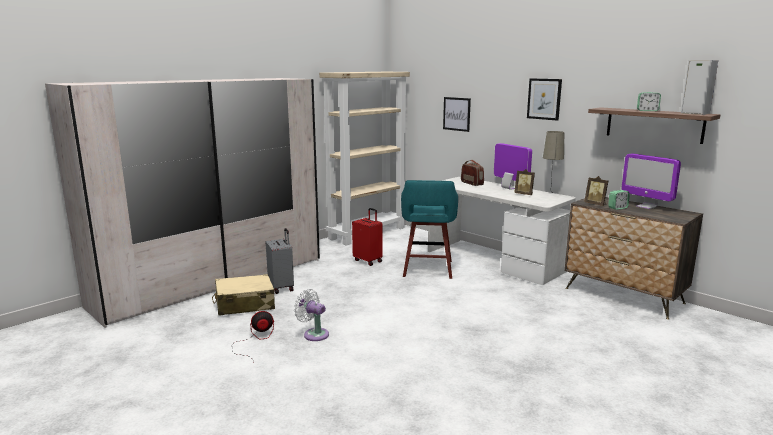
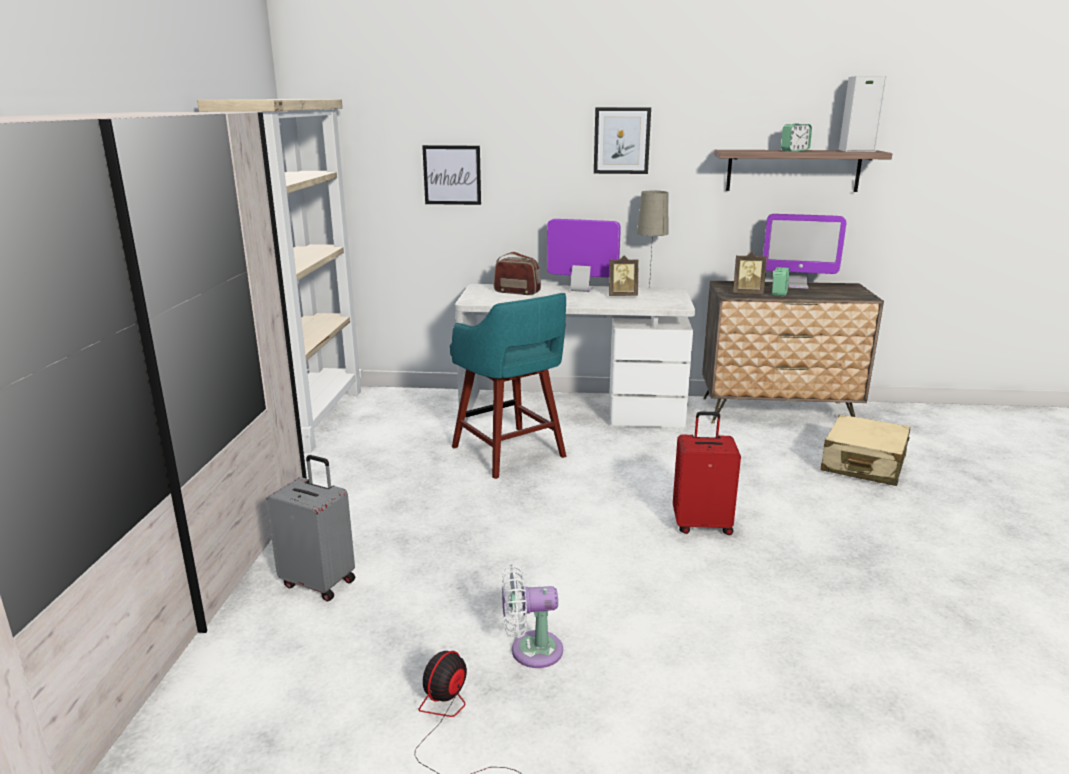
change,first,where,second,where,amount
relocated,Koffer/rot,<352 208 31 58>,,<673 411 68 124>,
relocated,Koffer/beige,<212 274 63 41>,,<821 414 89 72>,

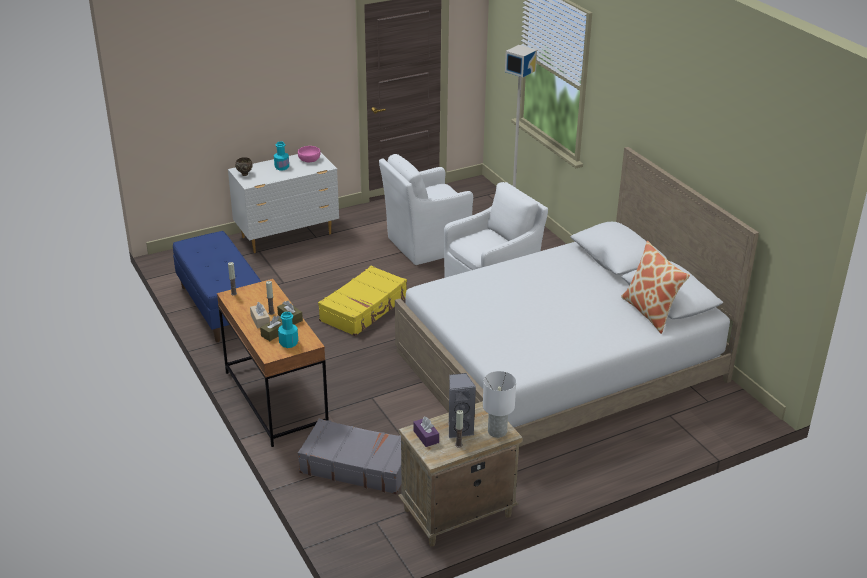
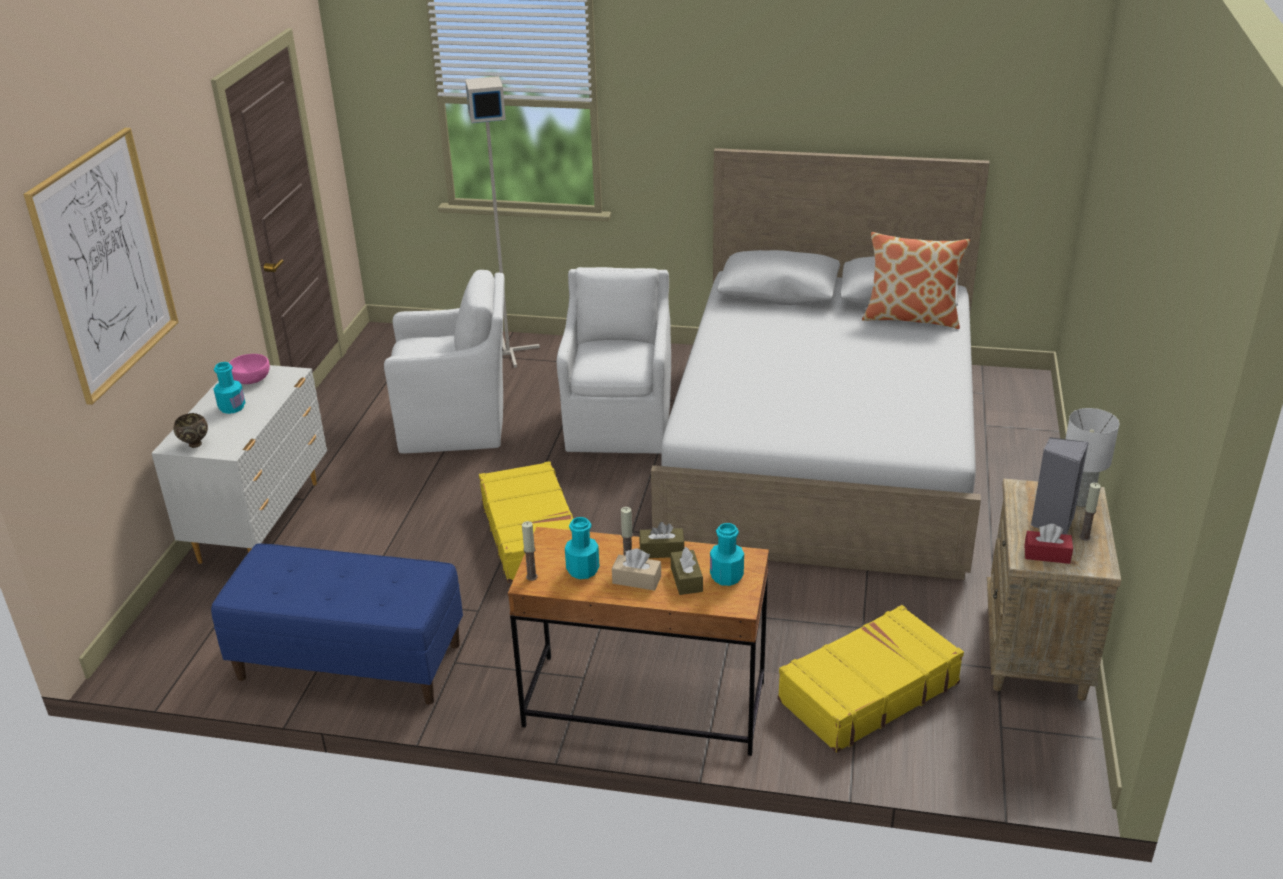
change,first,where,second,where,amount
appeared,,,Bild,<23 128 156 277>,
spun,Sessel/weiß,<379 154 94 111>,,<384 270 121 184>,105 degrees counterclockwise
appeared,,,Flasche/türkis,<565 517 34 62>,
colour,Koffer/grau,<298 419 103 75>,Koffer/gelb,<778 605 186 148>,
colour,Taschentuchbox/lila,<413 416 26 31>,Taschentuchbox/rot,<1024 524 49 40>,

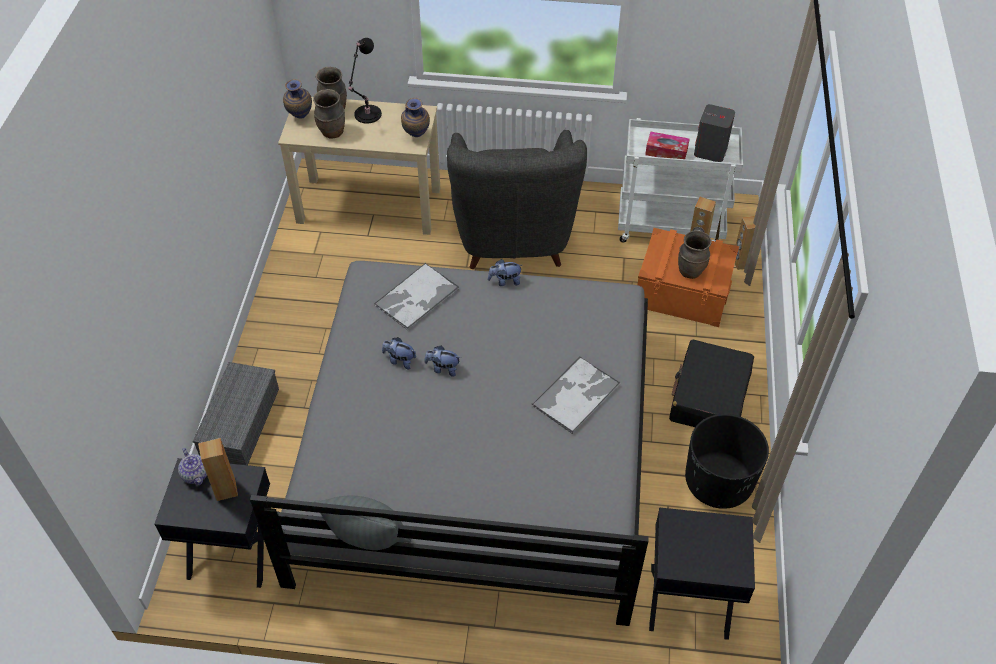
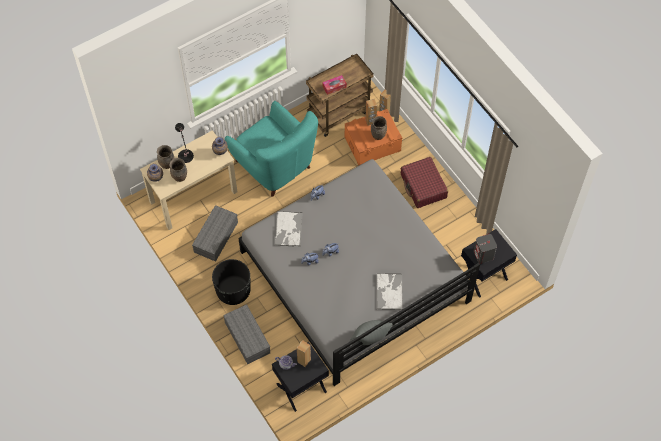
change,first,where,second,where,amount
appeared,,,Aufbewahrungsbox/grau,<192 205 46 57>,
relocated,Pflanzkübel/schwarz,<685 414 84 95>,,<212 259 39 46>,
colour,Sessel/grau,<447 130 140 139>,Sessel/türkis,<225 101 93 96>,
colour,Rollwagen/weiß,<618 118 125 125>,Rollwagen/braun,<306 54 68 83>,
relocated,Tablett,<531 356 89 78>,,<376 273 27 37>,
colour,Koffer/schwarz,<669 340 85 87>,Koffer/rot,<401 157 47 51>,
relocated,Lautsprecher/grau,<694 104 41 58>,,<473 234 24 30>,

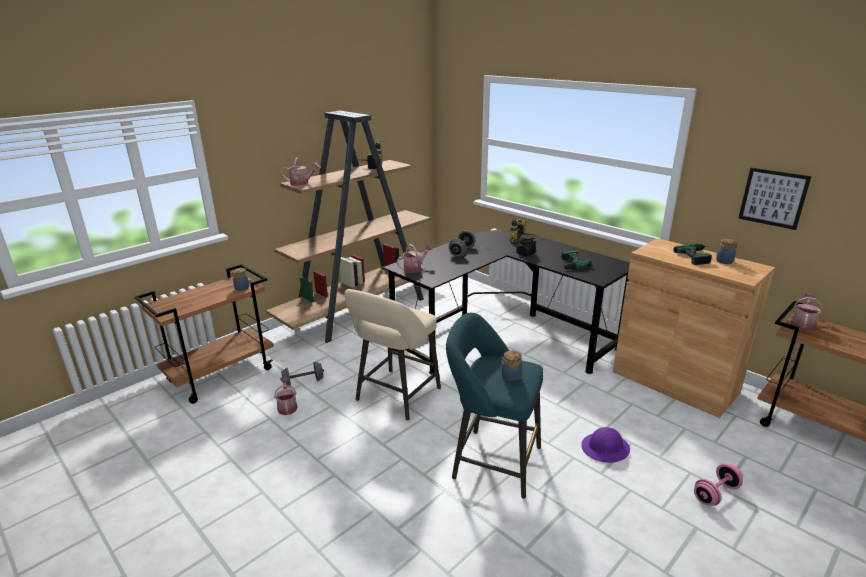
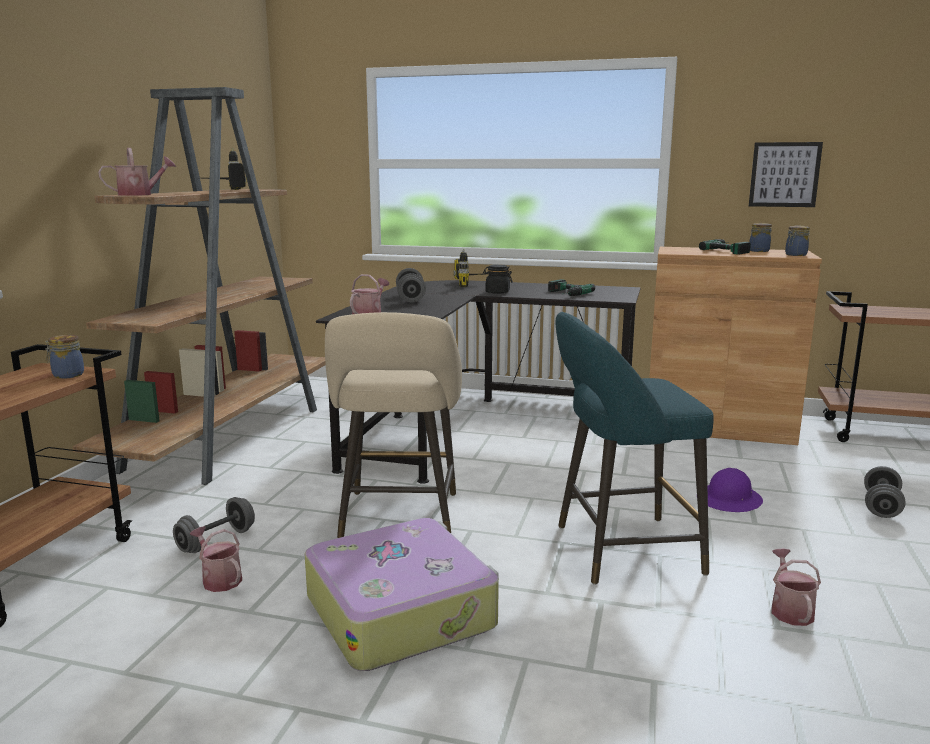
change,first,where,second,where,amount
appeared,,,Koffer,<304 518 195 153>,
relocated,Gießkanne,<790 294 32 37>,,<771 549 50 77>,
relocated,Vorratsglas,<500 351 22 31>,,<785 226 25 30>,
colour,Hantel/rosa,<694 463 49 43>,Hantel/grau,<864 466 42 52>,

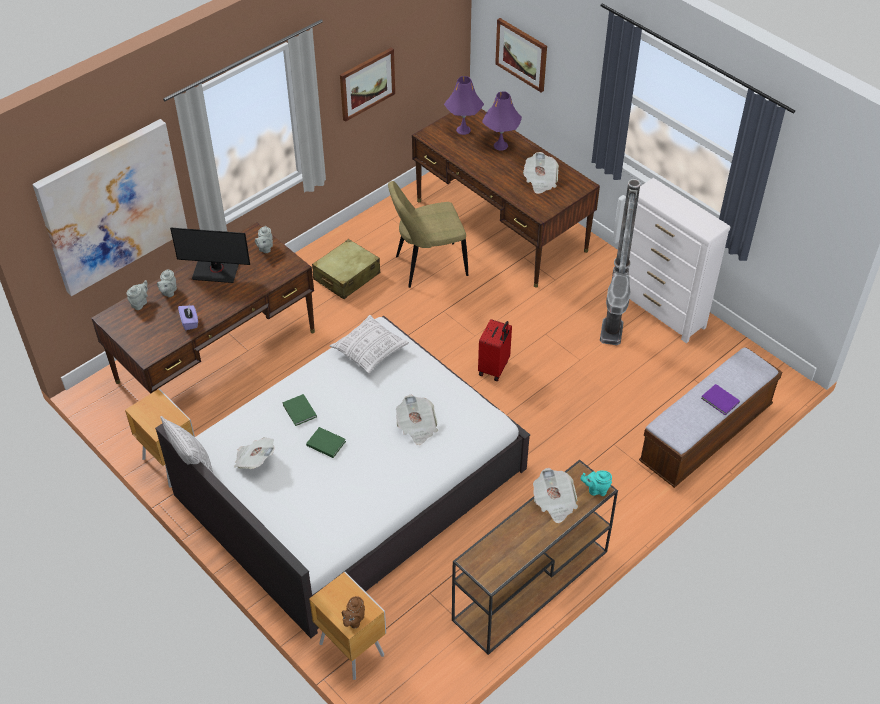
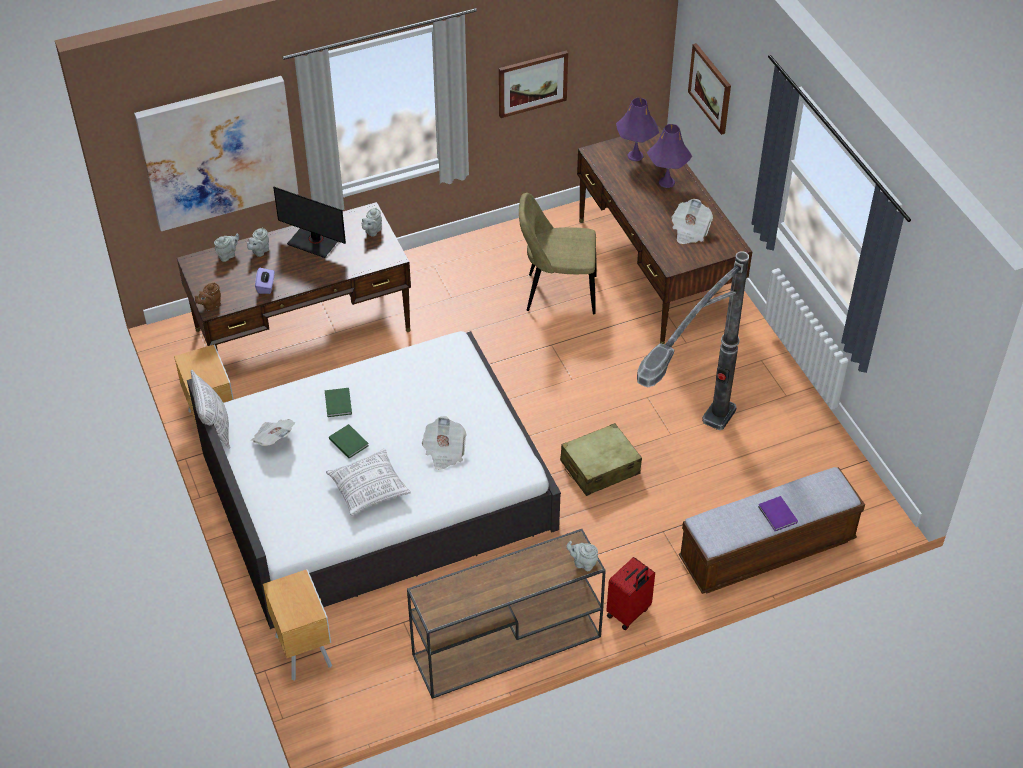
change,first,where,second,where,amount
relocated,Teekanne/braun,<342 596 23 33>,,<195 283 26 28>,
relocated,Kissen,<330 315 79 59>,,<326 448 85 68>,
relocated,Koffer/beige,<312 239 68 60>,,<560 423 82 73>,
colour,Teekanne/türkis,<581 471 31 25>,Teekanne/grau,<566 541 32 30>,
relocated,Koffer/rot,<478 319 34 62>,,<606 557 49 73>,
missing,Zeitung,<533 468 45 55>,,,
missing,Kommode/weiß,<628 178 103 165>,,,

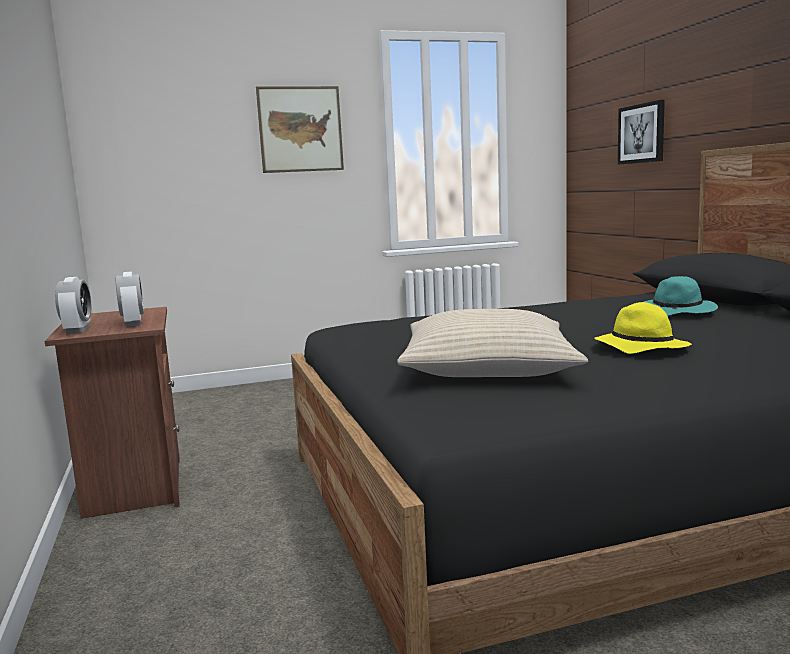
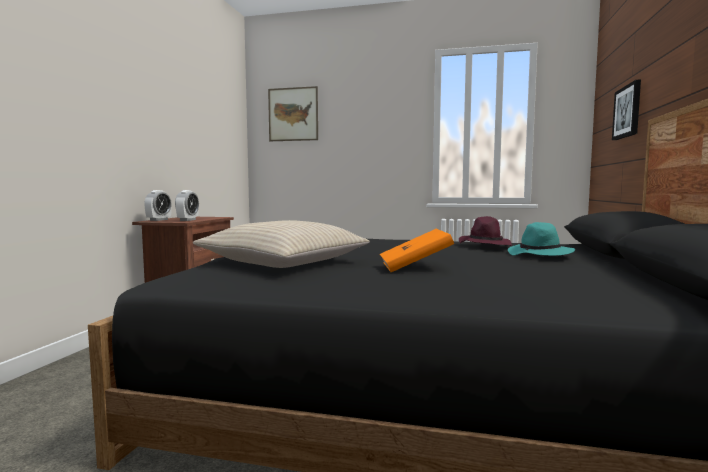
change,first,where,second,where,amount
relocated,Bild,<256 86 88 87>,,<268 86 50 55>,
exchanged,Hut/gelb,<595 302 97 52>,Buch/orange,<380 229 74 43>,
appeared,,,Hut/lila,<459 216 53 30>,

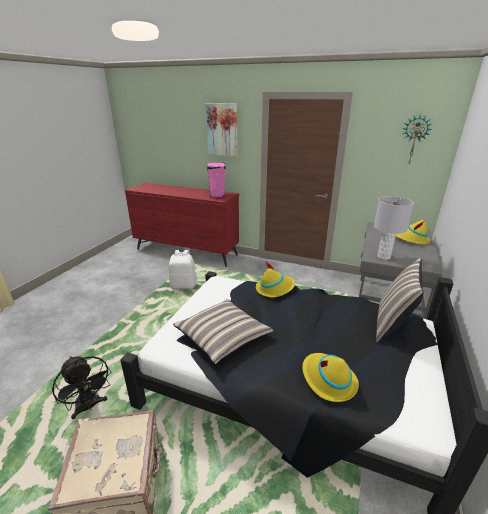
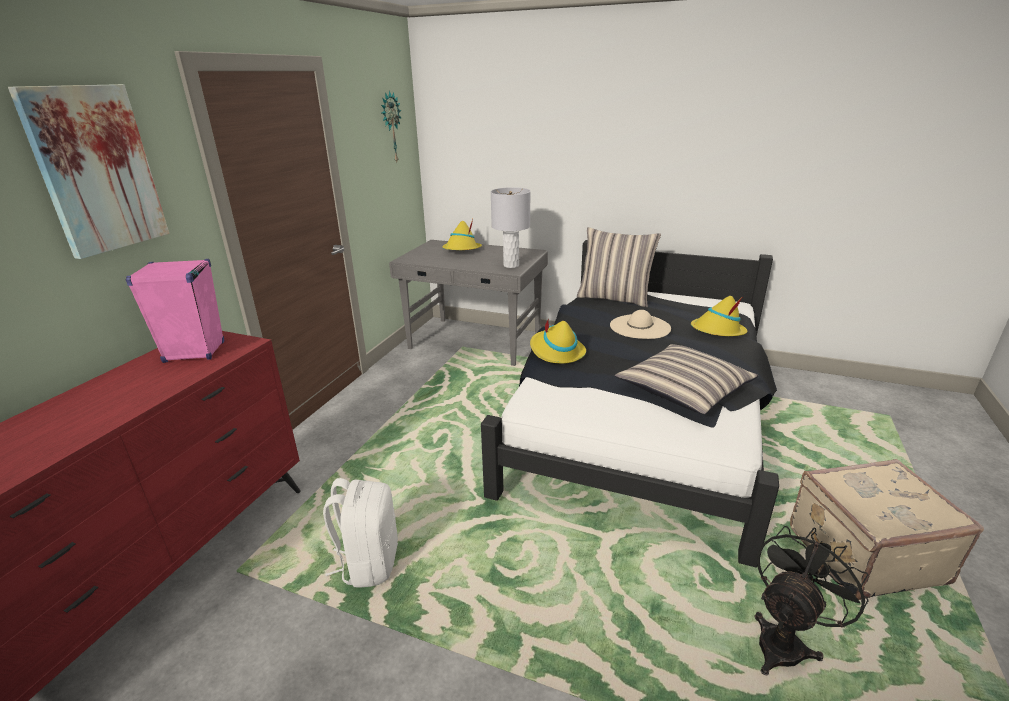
change,first,where,second,where,amount
appeared,,,Hut/beige,<610 310 61 29>,

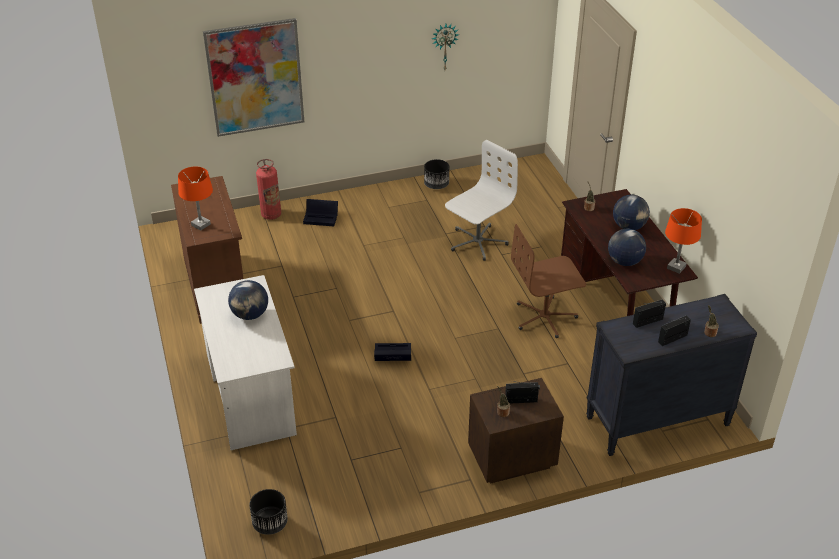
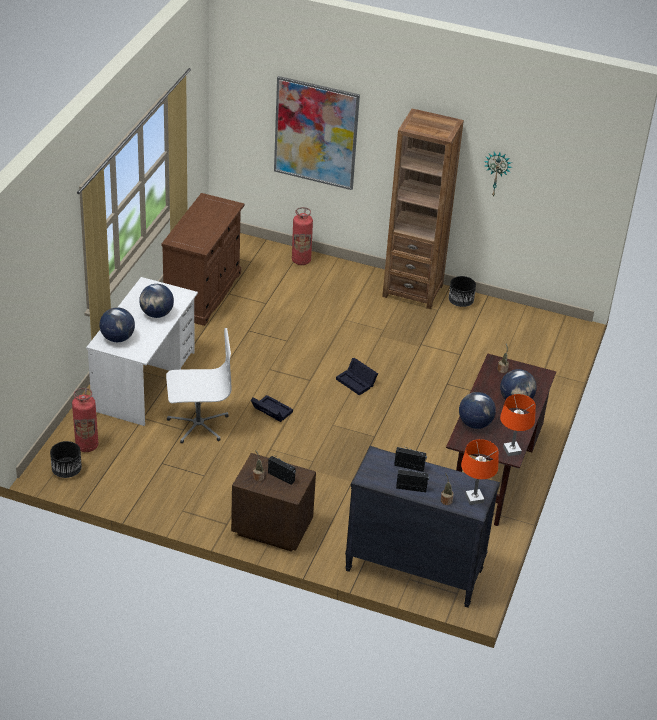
change,first,where,second,where,amount
appeared,,,Feuerlöscher,<72 388 26 64>,
appeared,,,Globus,<100 307 35 35>,
relocated,Bürostuhl/weiß,<445 140 73 121>,,<166 328 65 115>,
relocated,Aufbewahrungsbox/schwarz,<303 199 35 27>,,<336 358 42 38>,
appeared,,,Bücherregal/braun,<382 109 82 200>,
relocated,Tischlampe/orange,<178 167 35 64>,,<461 439 38 66>,
missing,Bürostuhl/braun,<511 224 75 114>,,,

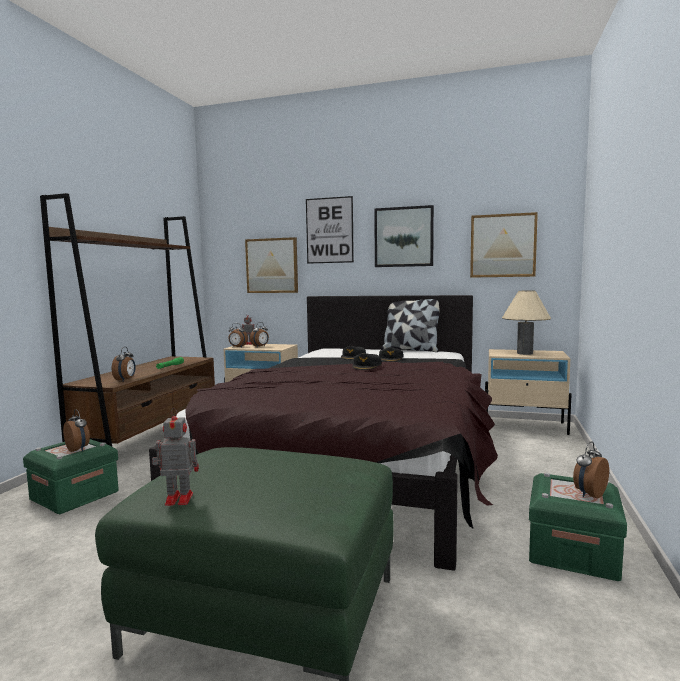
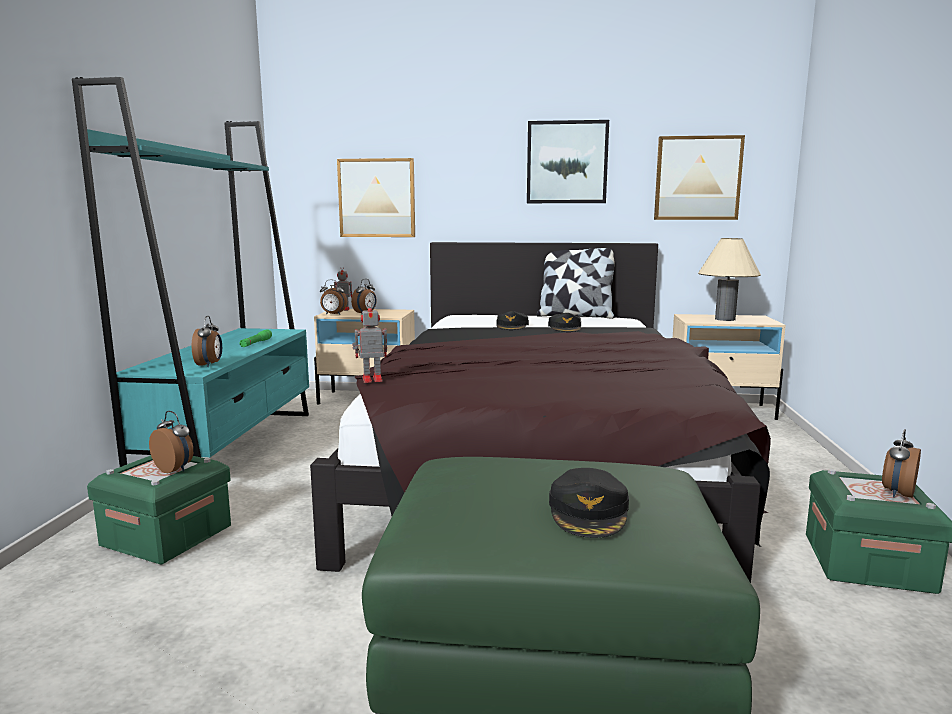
change,first,where,second,where,amount
colour,Bücherregal/braun,<40 193 175 253>,Bücherregal/türkis,<72 77 237 390>,
relocated,Spielzeugroboter,<152 408 47 98>,,<352 301 35 82>,
relocated,Kappe/schwarz,<352 353 30 17>,,<549 468 80 70>,
missing,Bild,<306 196 48 68>,,,

